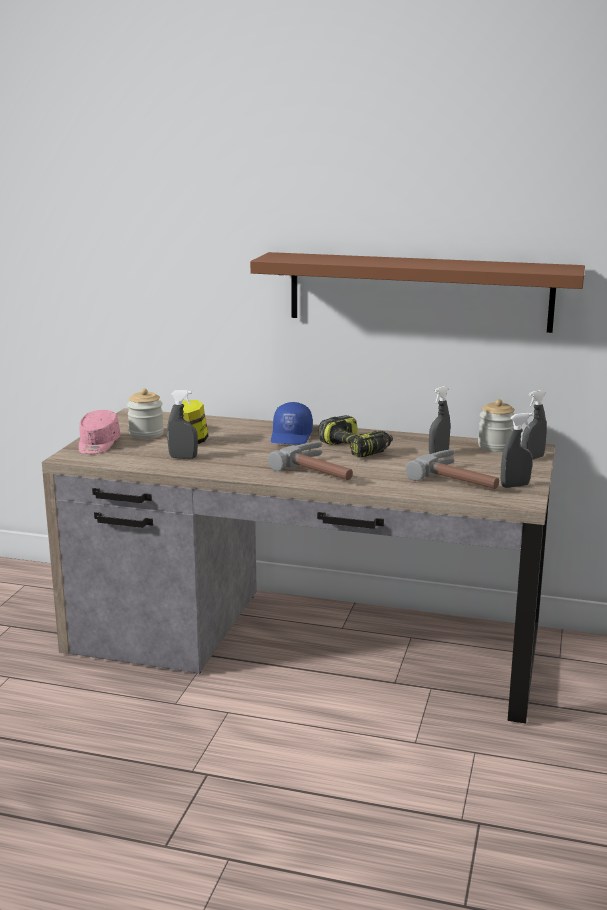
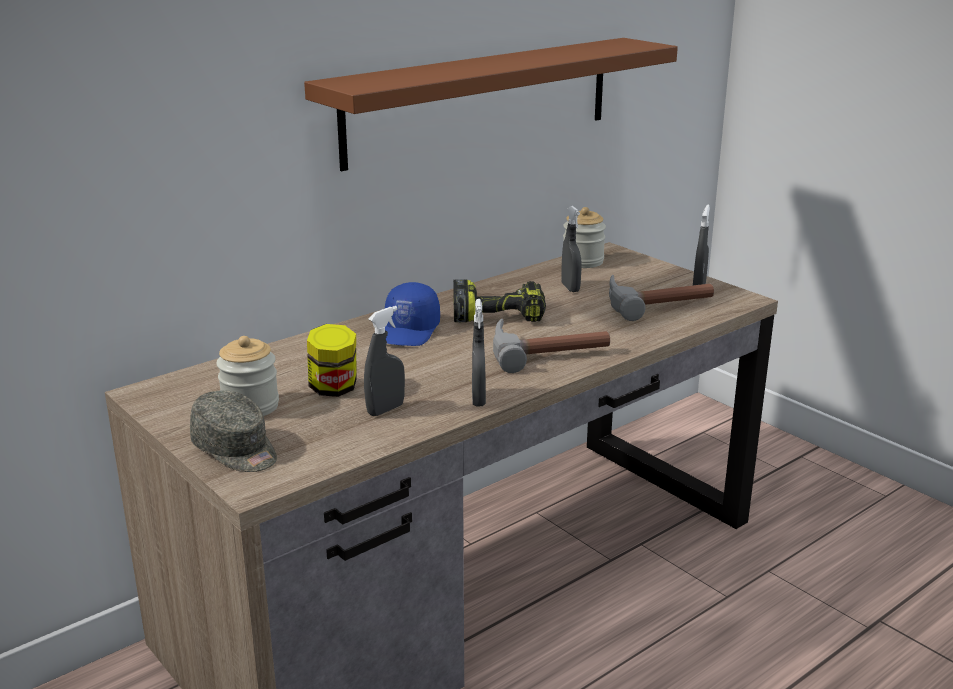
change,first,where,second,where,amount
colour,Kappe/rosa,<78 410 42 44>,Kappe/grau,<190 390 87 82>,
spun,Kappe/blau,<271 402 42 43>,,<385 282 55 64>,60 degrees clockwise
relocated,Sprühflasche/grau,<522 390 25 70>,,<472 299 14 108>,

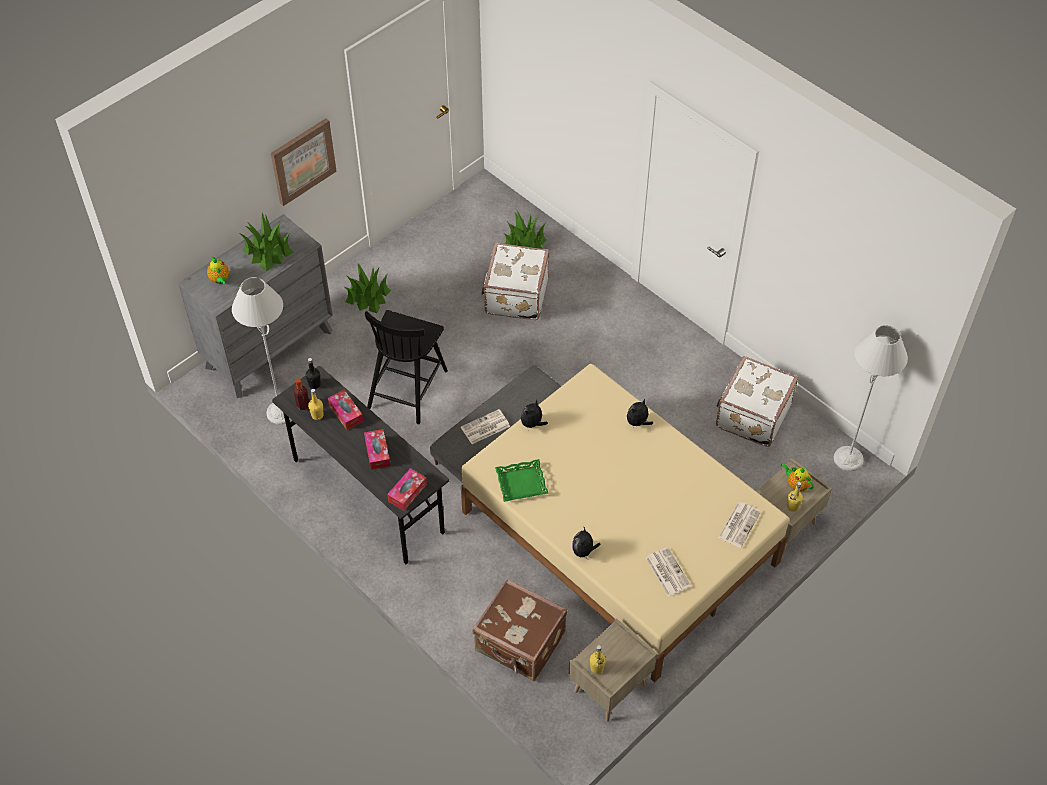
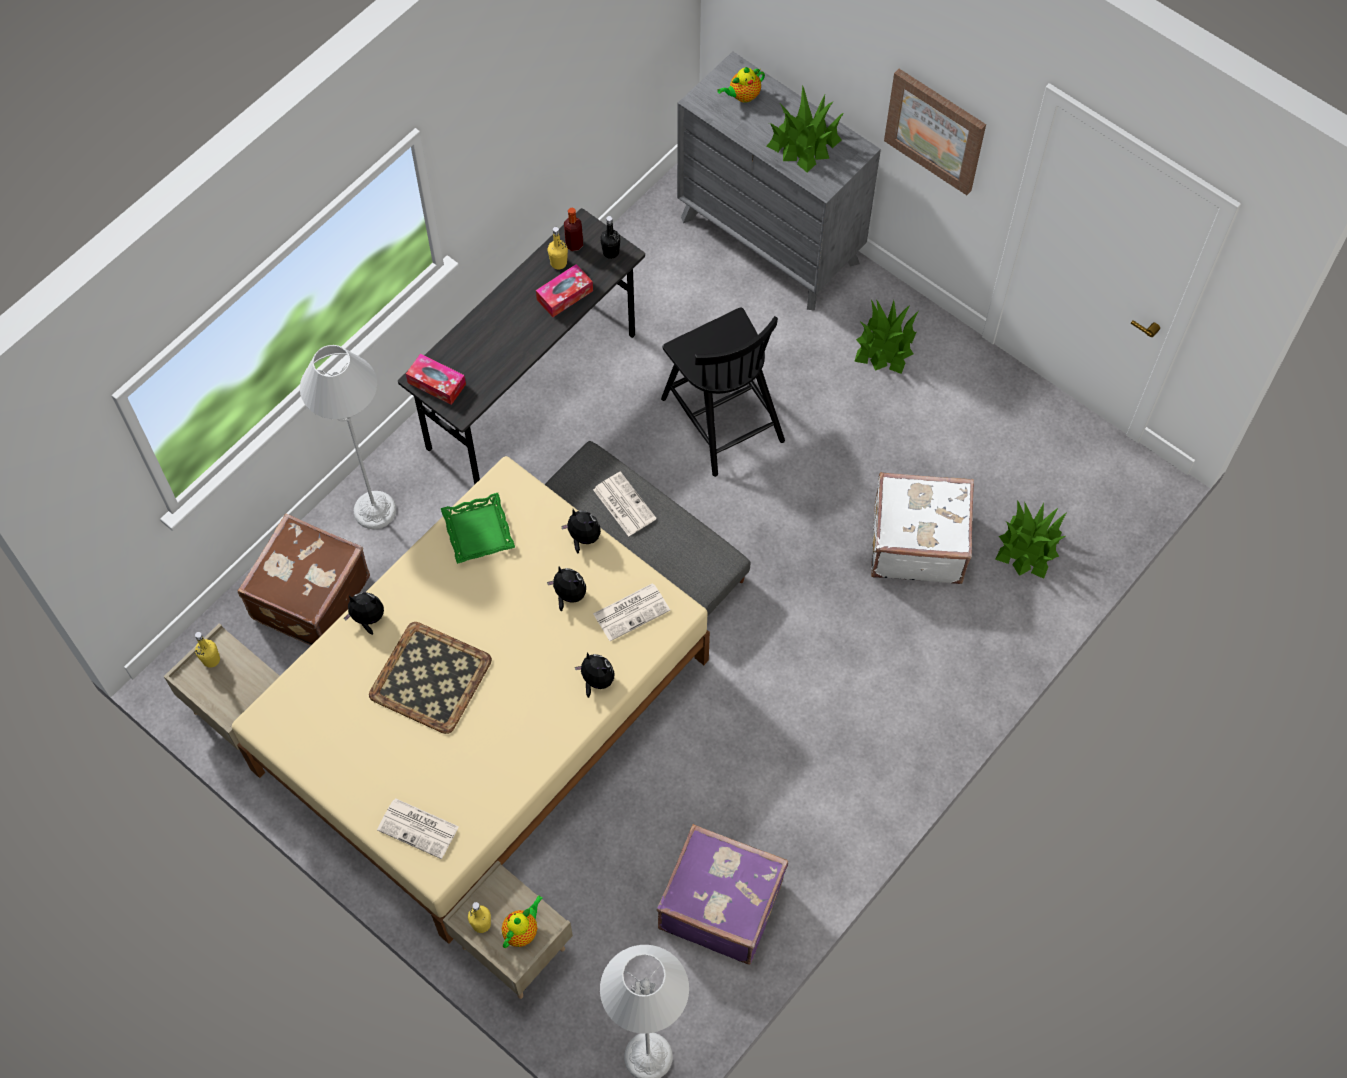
change,first,where,second,where,amount
relocated,Stehlampe/grau,<232 277 59 147>,,<300 345 96 184>,
appeared,,,Tablett,<369 622 123 112>,
appeared,,,Plüschtier,<547 566 39 45>,
relocated,Zeitung,<646 547 45 50>,,<593 583 77 58>,
colour,Koffer/weiß,<716 356 82 91>,Koffer/lila,<657 824 131 141>,
spun,Stuhl/schwarz,<365 310 83 114>,,<661 307 124 170>,135 degrees counterclockwise
missing,Taschentuchbox,<364 429 26 41>,,,

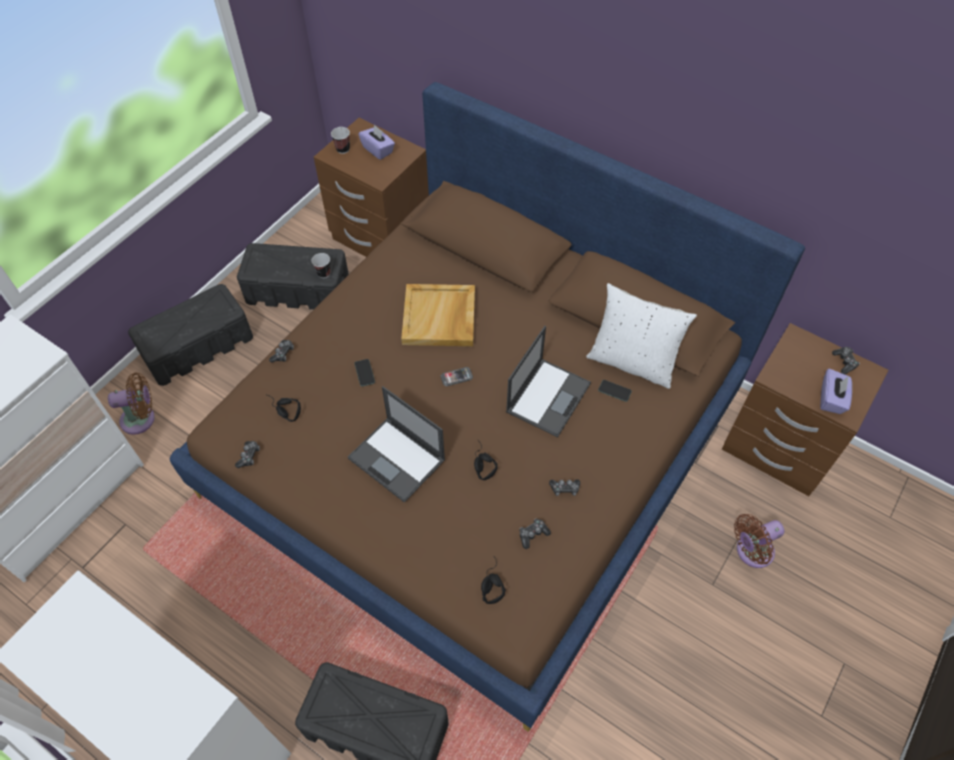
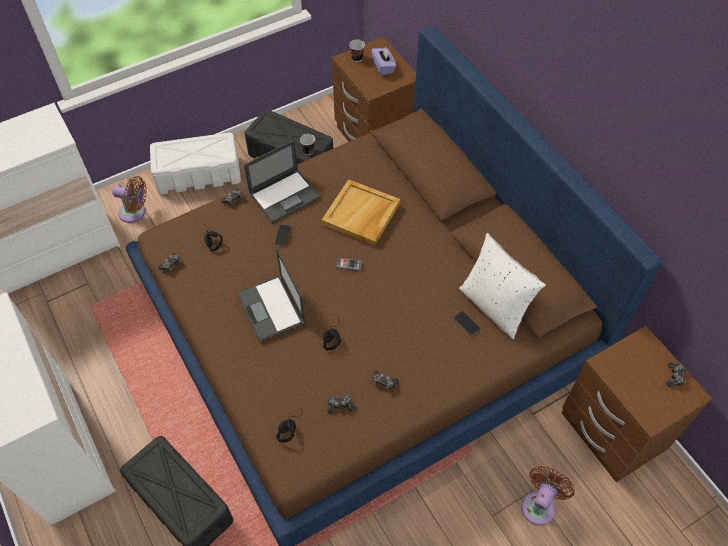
change,first,where,second,where,amount
colour,Aufbewahrungsbox/schwarz,<128 284 125 102>,Aufbewahrungsbox/weiß,<150 133 91 61>,
relocated,Laptop,<506 326 85 112>,,<244 140 77 84>,
spun,Ventilator/braun,<734 514 51 54>,,<521 466 54 59>,120 degrees clockwise
missing,Taschentuchbox/lila,<820 368 32 46>,,,

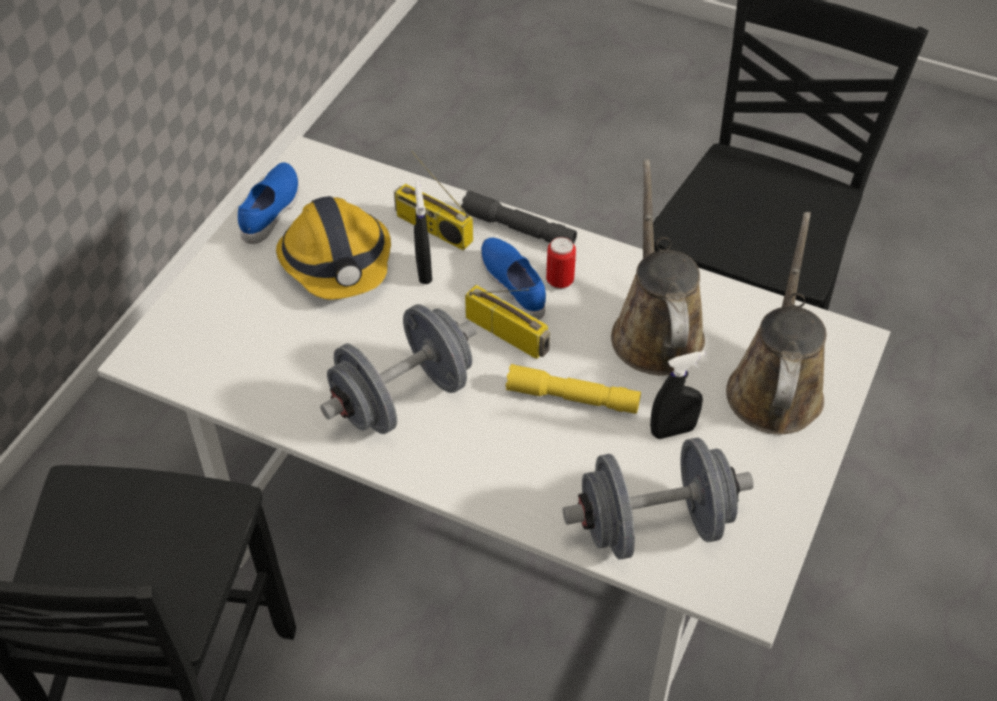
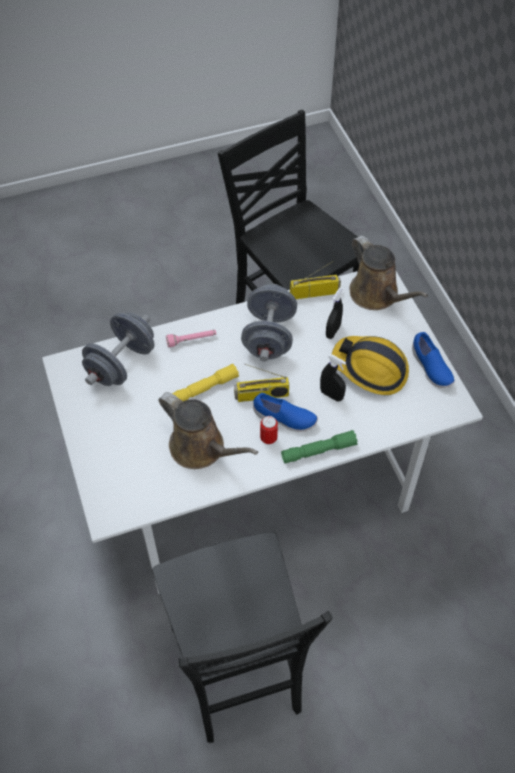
change,first,where,second,where,amount
appeared,,,Taschenlampe/rosa,<166 330 50 17>,
colour,Taschenlampe/grau,<461 190 116 54>,Taschenlampe/grün,<281 430 77 33>,
relocated,Radio,<394 151 79 100>,,<290 261 51 38>,
relocated,Sprühflasche/schwarz,<650 351 56 88>,,<326 288 17 51>,
relocated,Gießkanne/braun,<726 212 100 222>,,<350 235 78 75>,

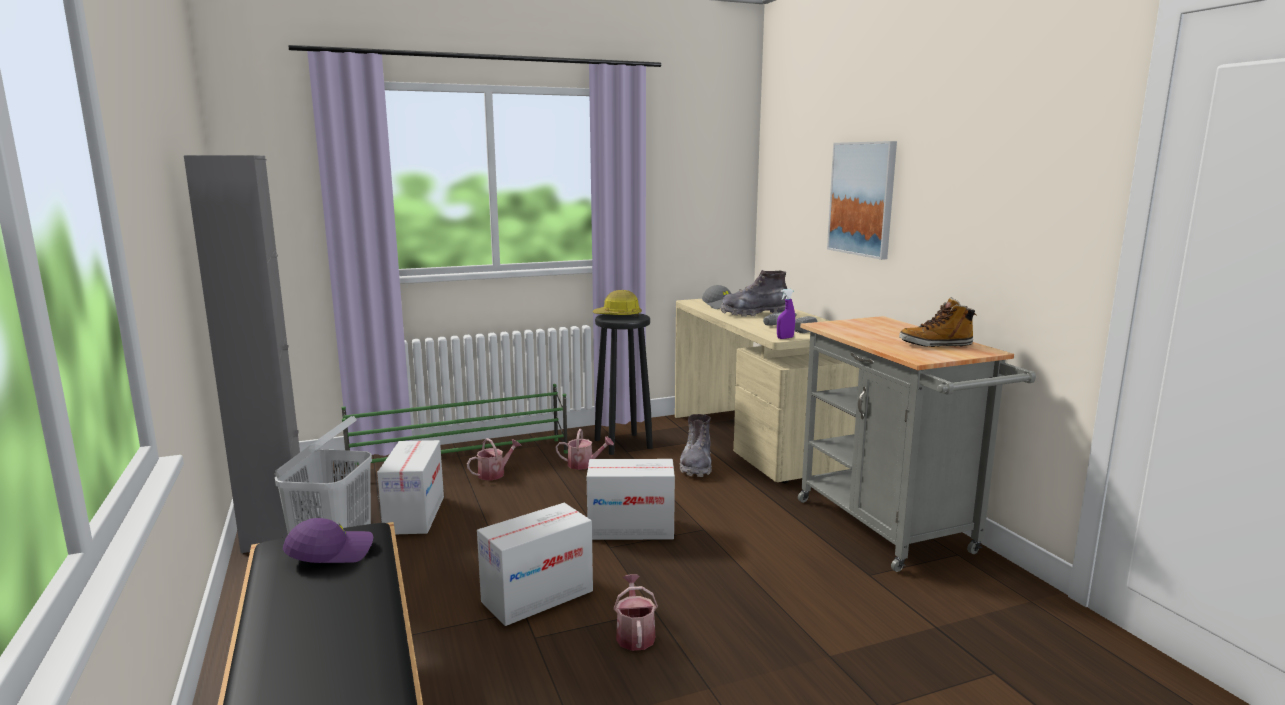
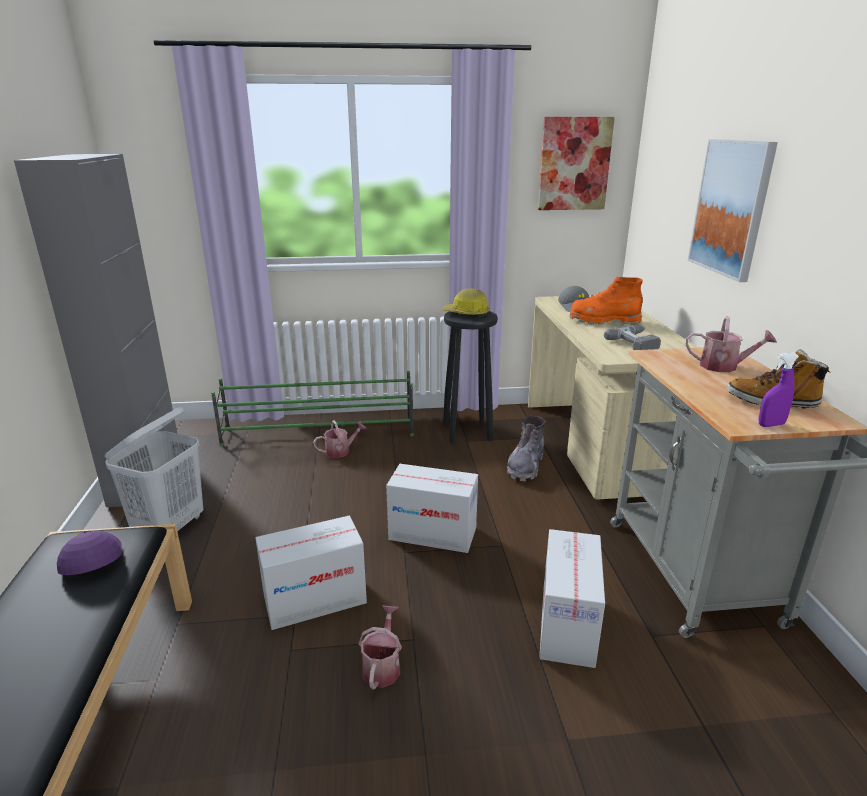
change,first,where,second,where,amount
spun,Kappe/lila,<283 518 90 45>,,<57 531 65 44>,105 degrees counterclockwise
appeared,,,Bild,<538 117 77 93>,
relocated,Karton,<377 440 67 94>,,<539 529 66 139>,
colour,Stiefel/grau,<721 270 66 47>,Stiefel/orange,<570 277 73 48>,
relocated,Gießkanne,<556 429 58 41>,,<686 316 91 56>,
relocated,Sprühflasche/lila,<777 289 18 50>,,<759 352 40 75>,

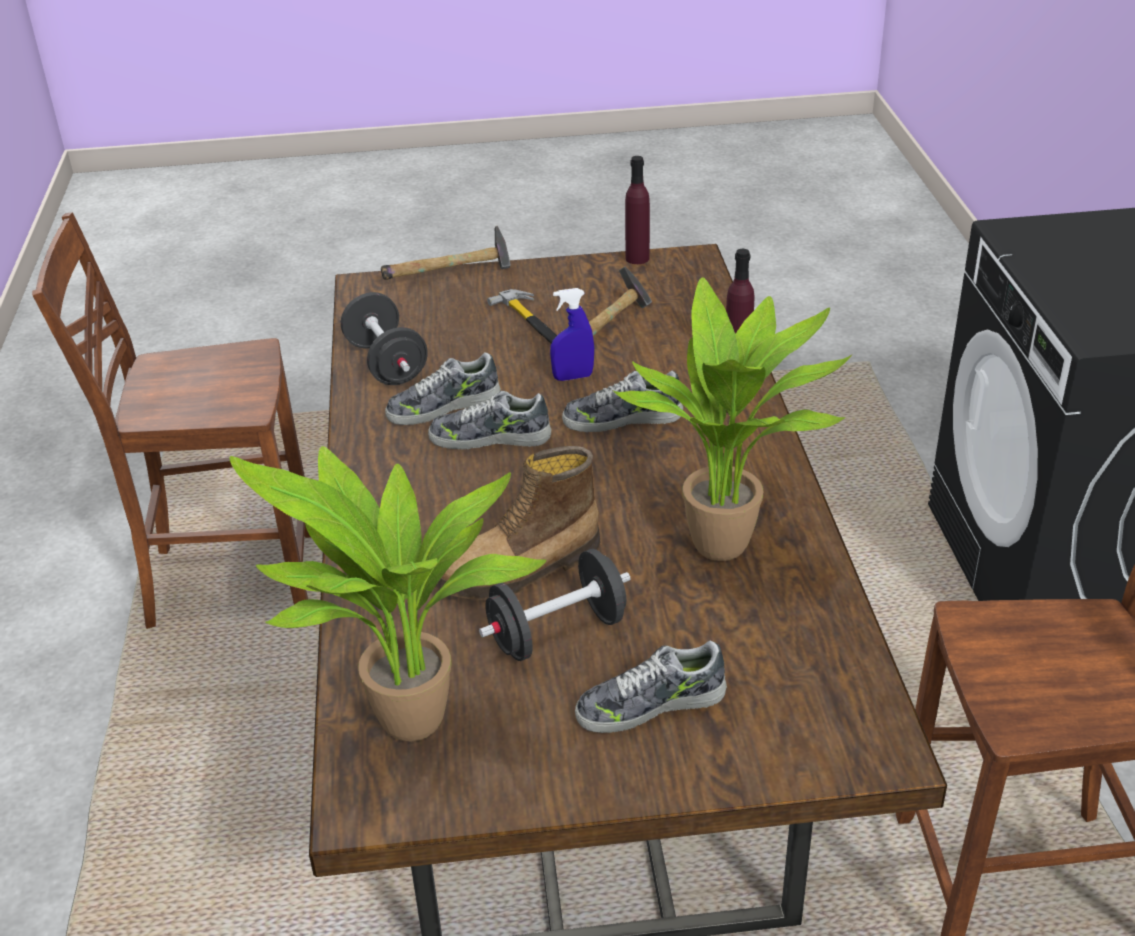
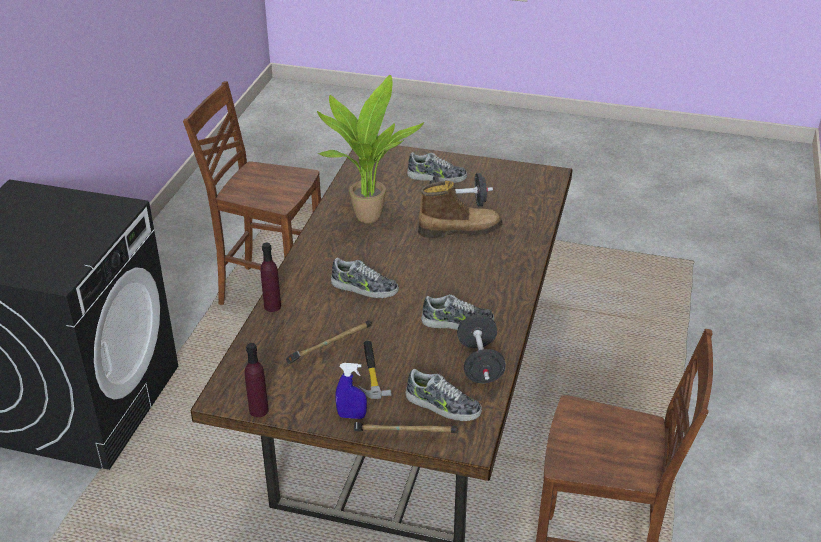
change,first,where,second,where,amount
relocated,Sprühflasche/blau,<550 288 44 93>,,<335 363 32 56>,
relocated,Schuh,<428 391 123 59>,,<406 369 76 52>,
missing,Topfpflanze,<229 446 317 296>,,,

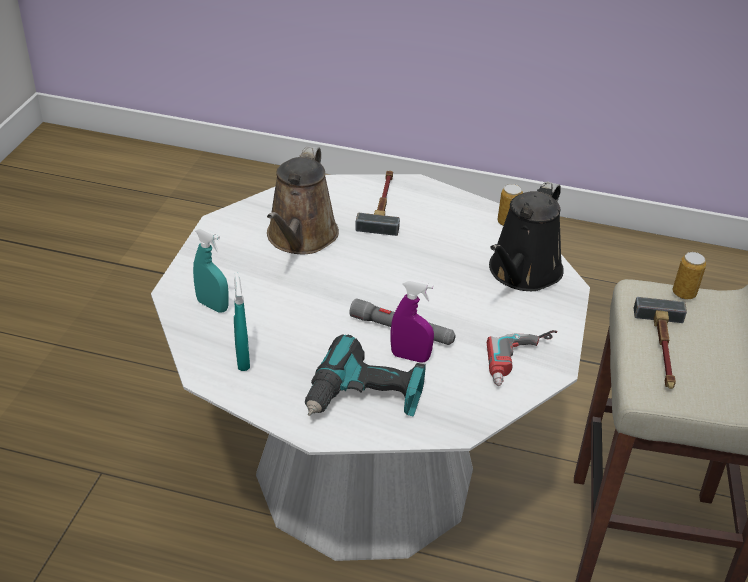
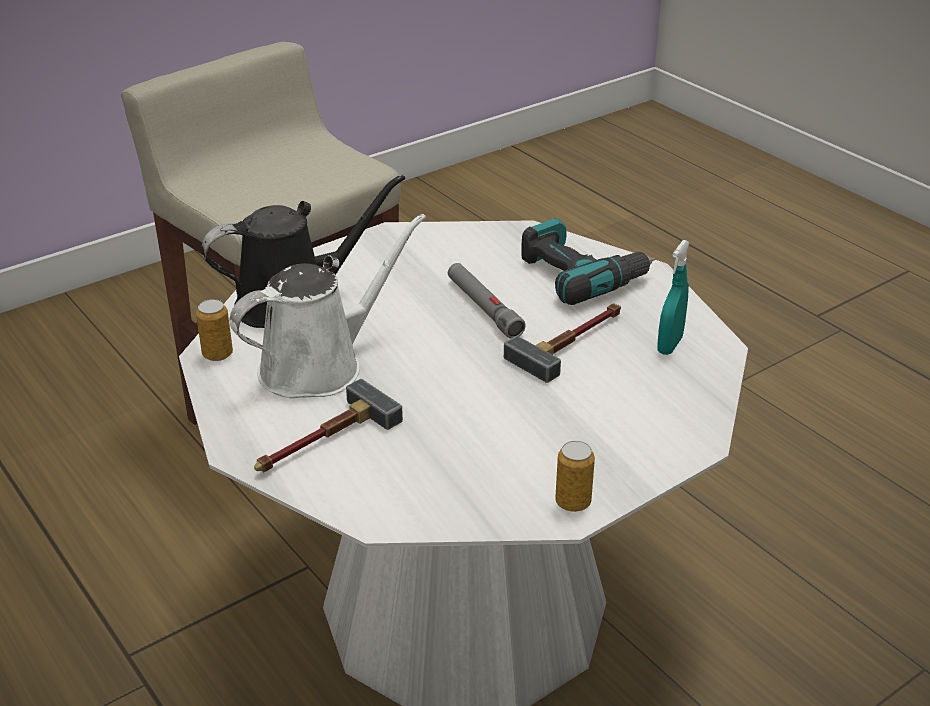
change,first,where,second,where,amount
appeared,,,Gießkanne/weiß,<229 214 197 184>,
relocated,Hammer,<634 297 53 92>,,<504 303 117 80>,
relocated,Dose,<673 252 33 48>,,<555 441 40 71>,
missing,Sprühflasche/türkis,<193 228 36 85>,,,
missing,Gießkanne/braun,<267 146 72 108>,,,
missing,Sprühflasche/lila,<390 279 44 84>,,,
missing,Bohrmaschine,<487 330 71 56>,,,

